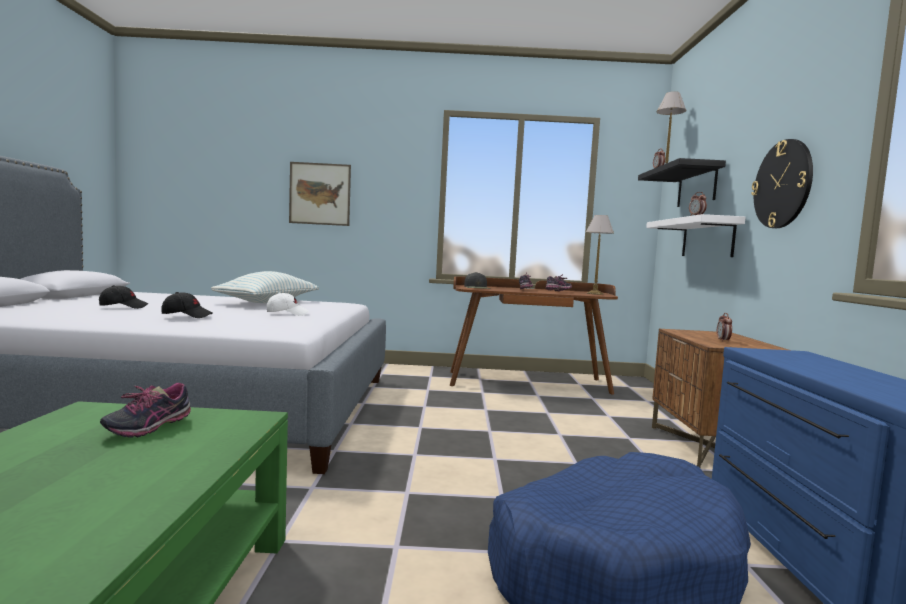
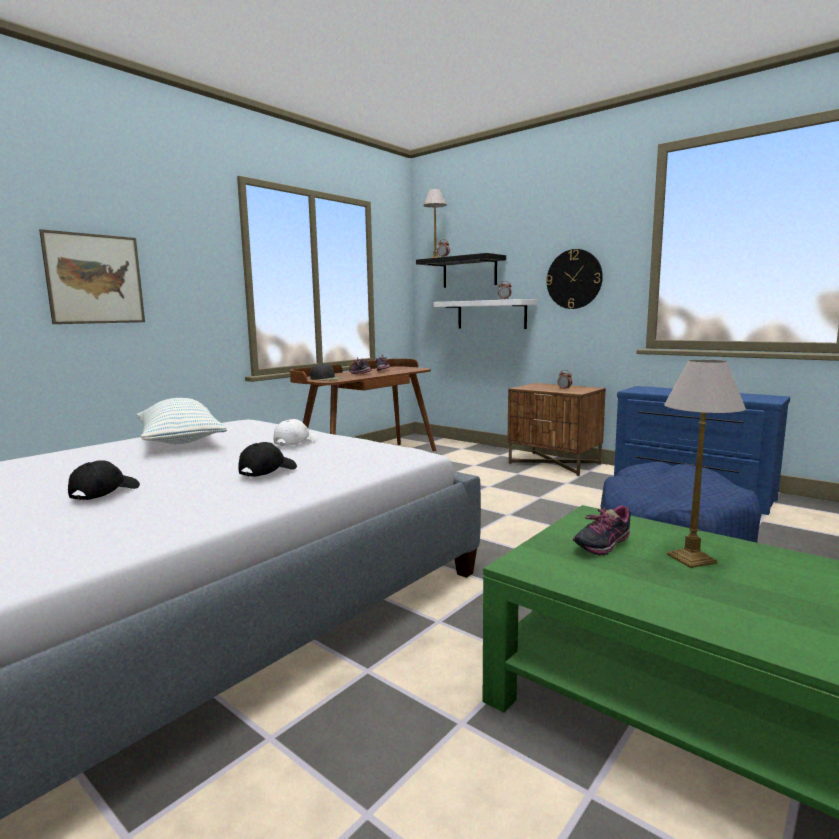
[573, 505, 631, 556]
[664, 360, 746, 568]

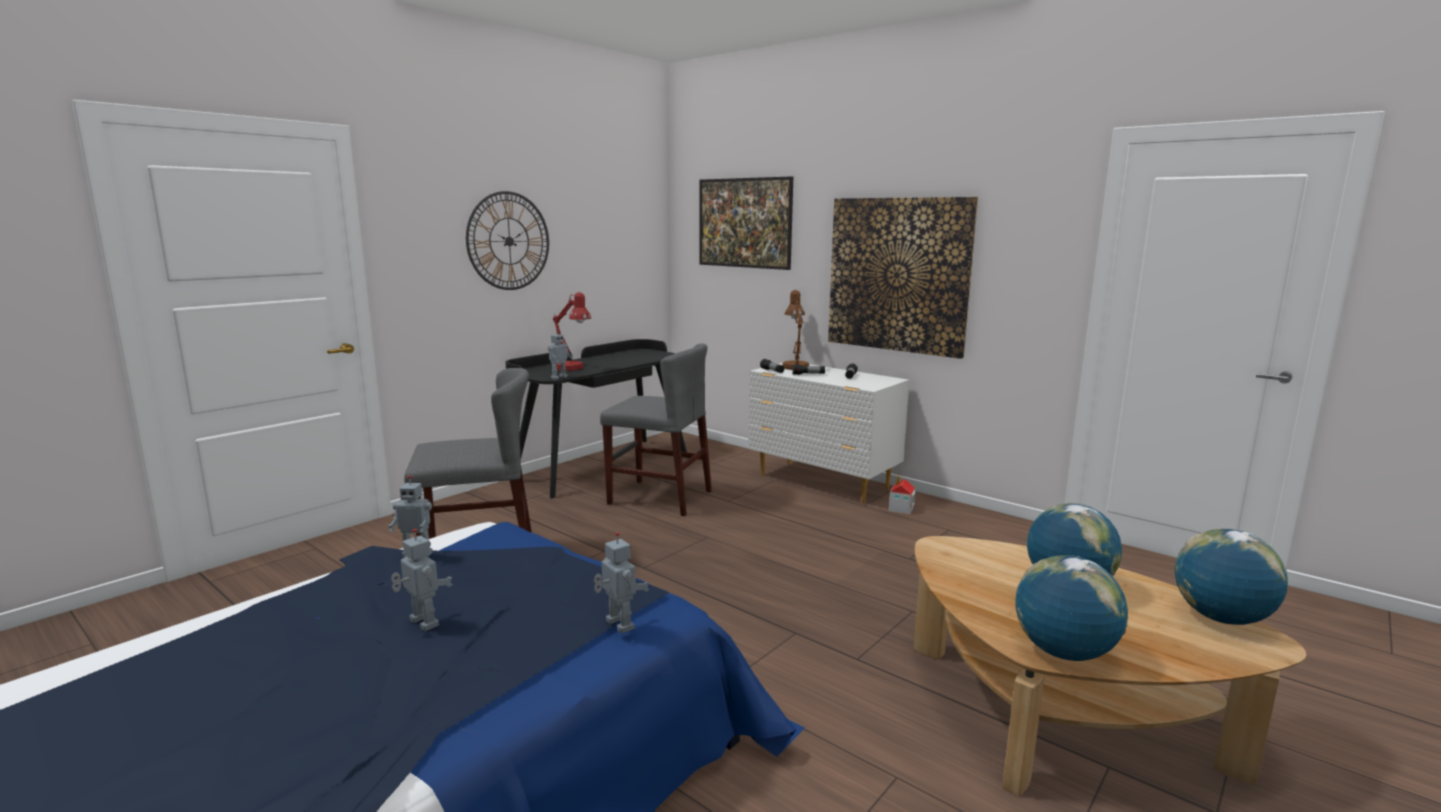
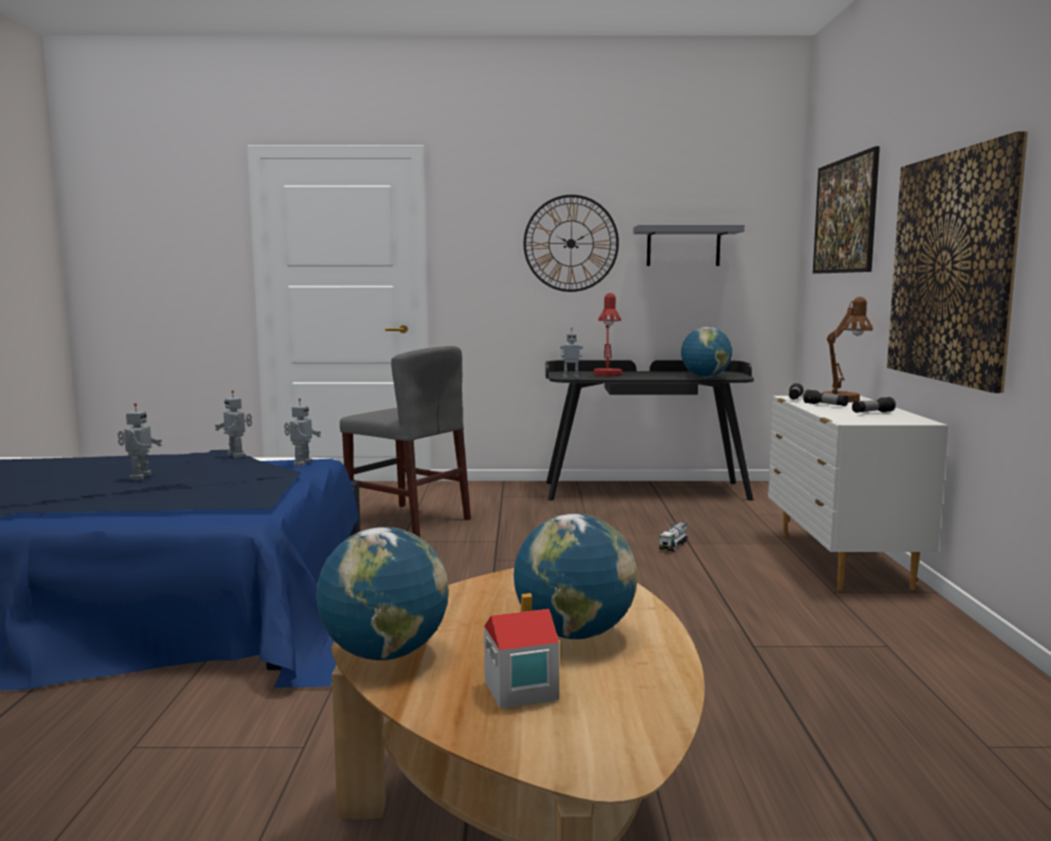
[284, 398, 321, 466]
[484, 593, 559, 709]
[633, 225, 745, 266]
[659, 521, 688, 552]
[681, 327, 732, 377]
[600, 344, 712, 516] (first image)

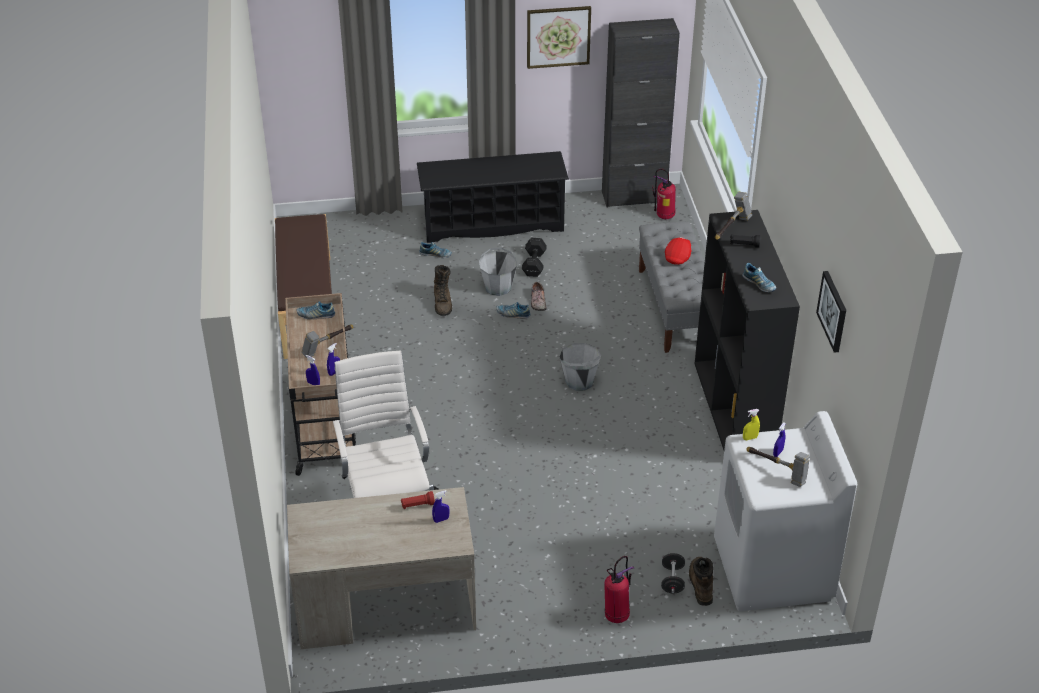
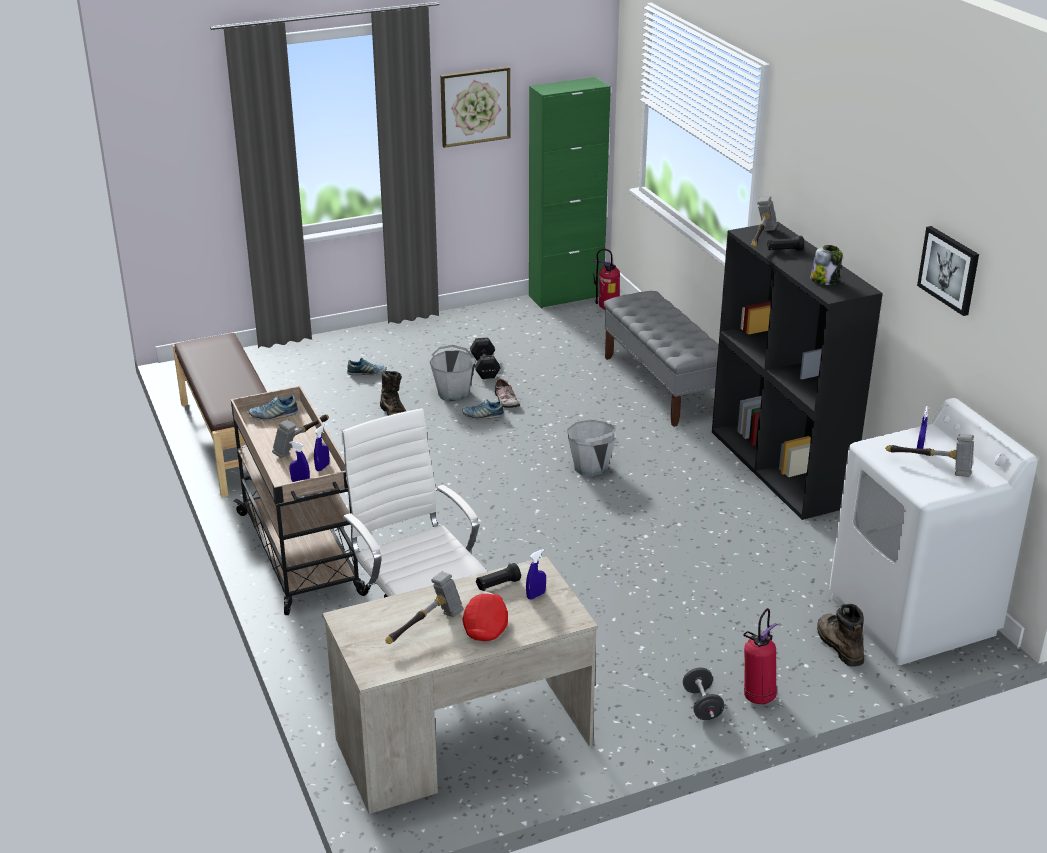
[385, 572, 464, 644]
[463, 592, 508, 641]
[476, 563, 521, 591]
[529, 77, 611, 309]
[683, 668, 725, 720]
[811, 245, 843, 285]
[417, 151, 569, 243] (first image)
[743, 409, 760, 440] (first image)

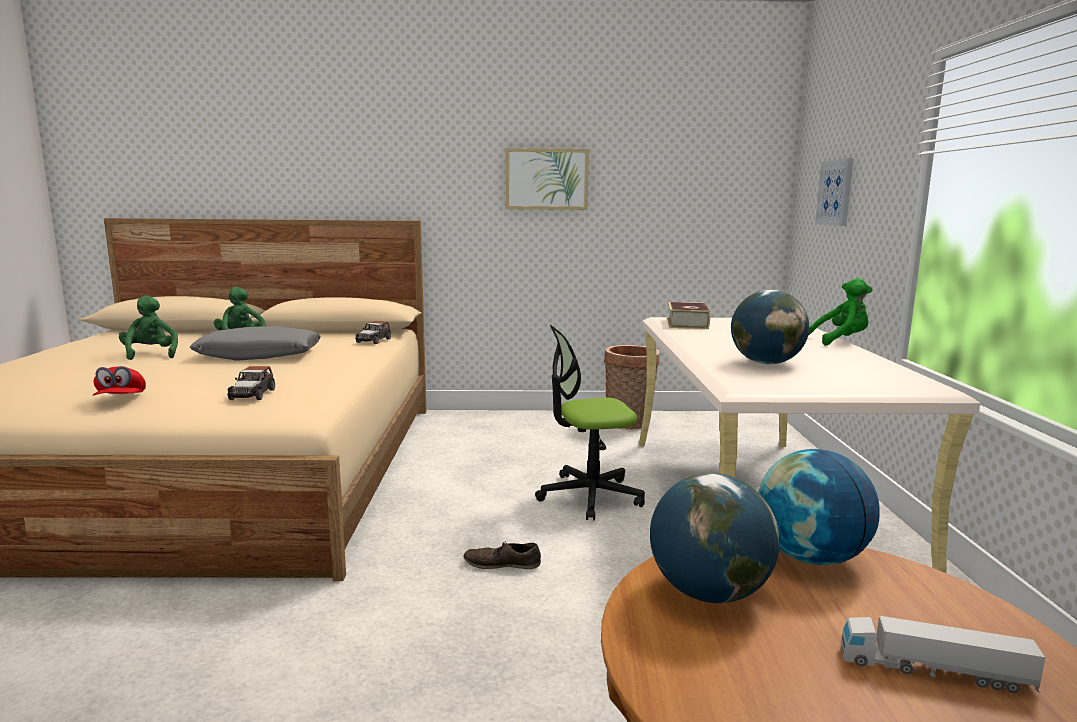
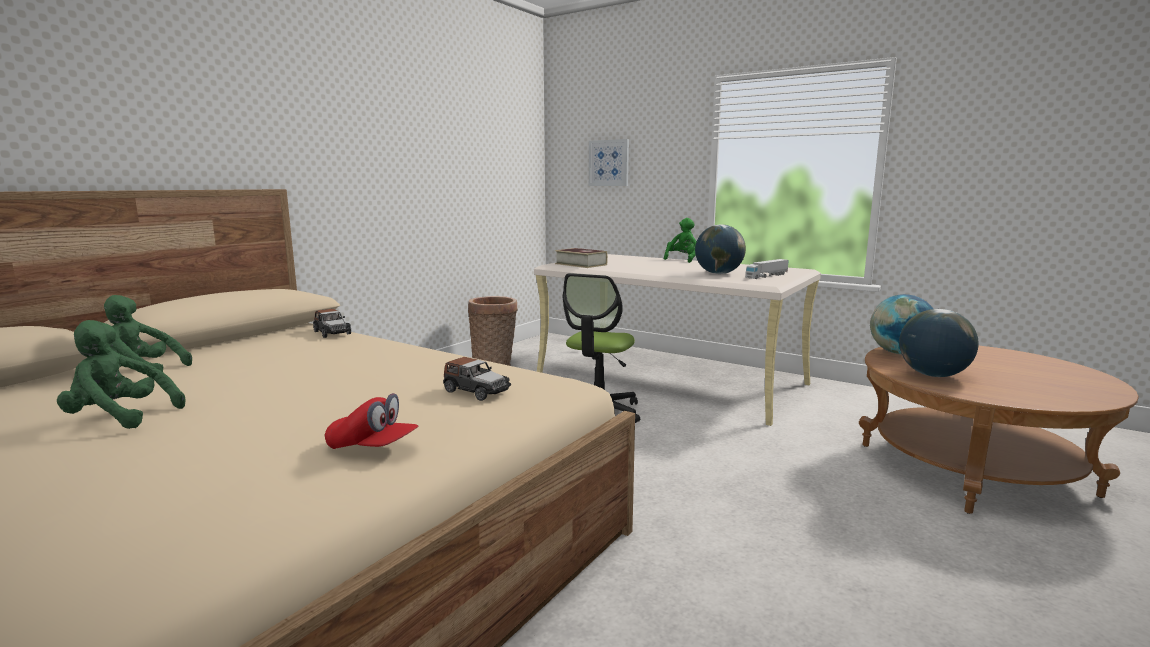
[745, 259, 789, 279]
[190, 326, 321, 361] (first image)
[463, 541, 541, 569] (first image)
[505, 148, 589, 210] (first image)

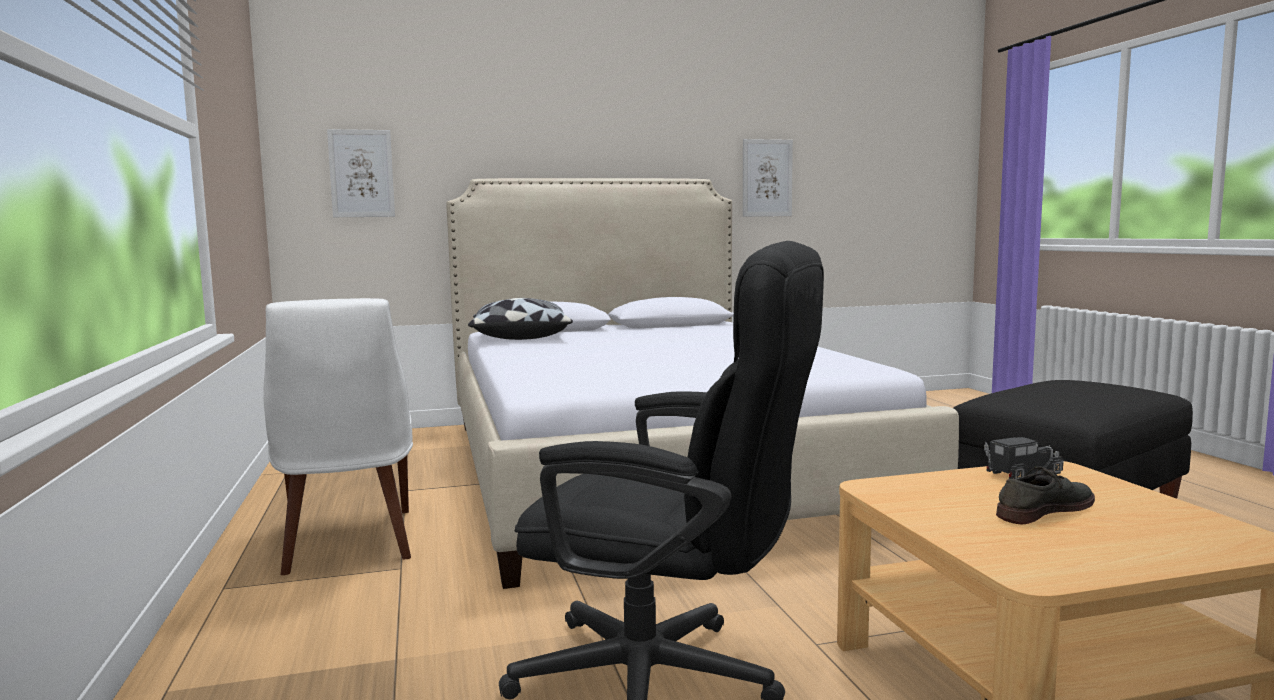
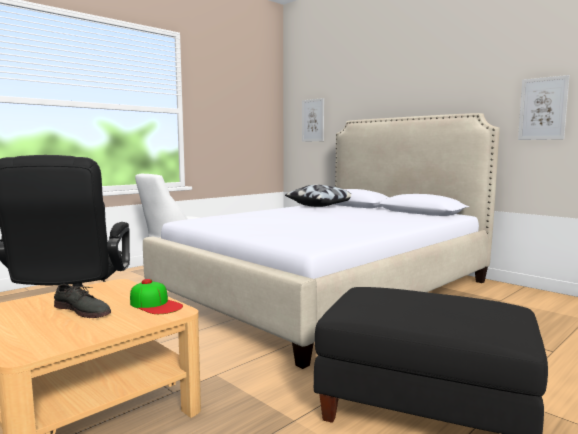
[130, 279, 183, 314]

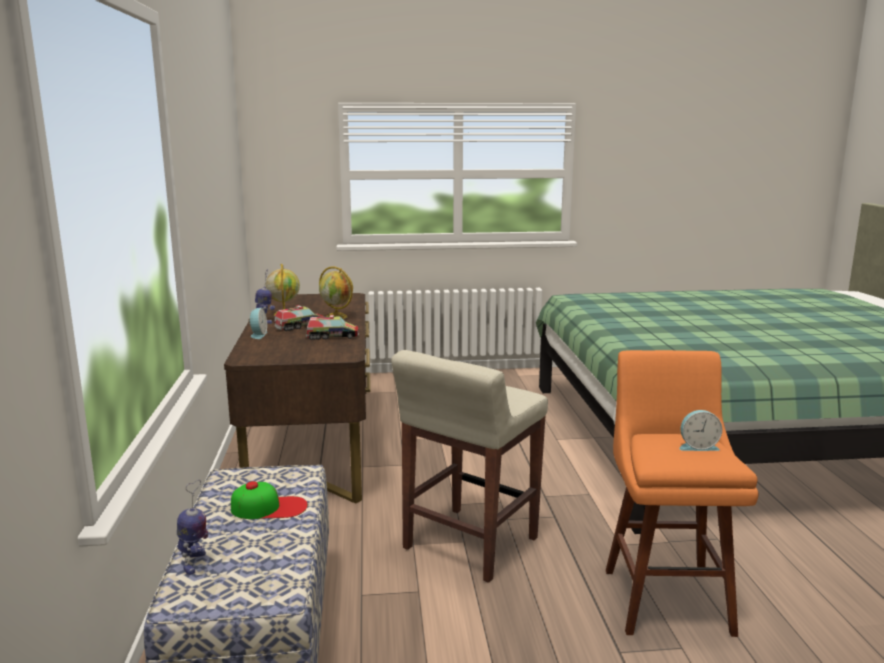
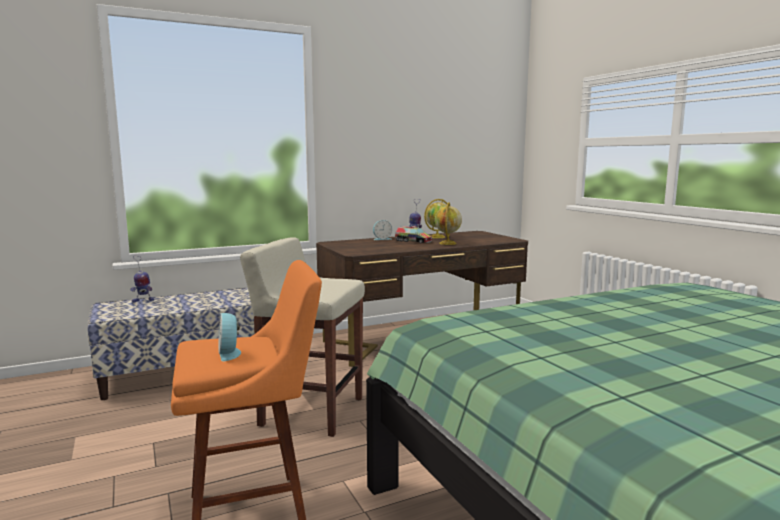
[231, 481, 308, 519] (first image)
[306, 315, 359, 340] (first image)

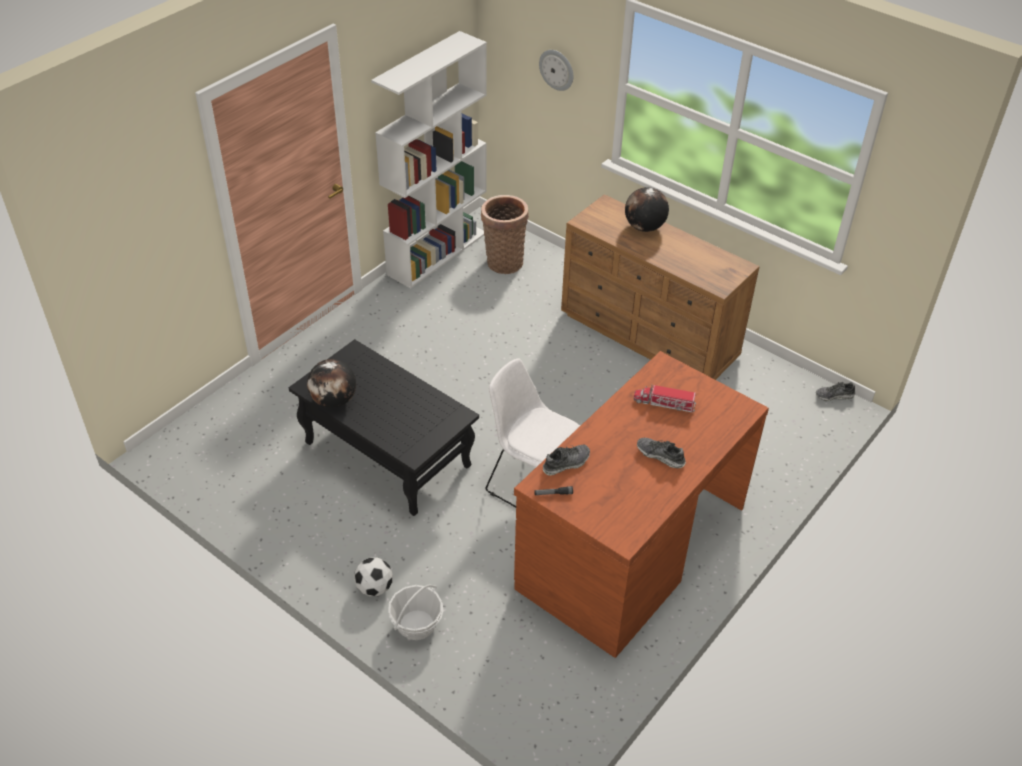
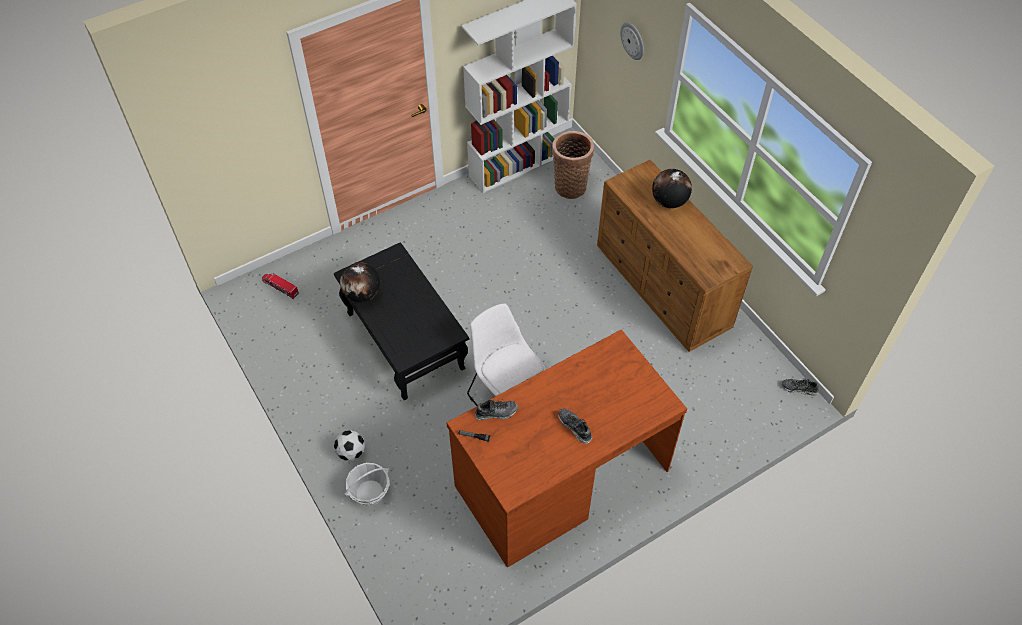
[262, 273, 299, 299]

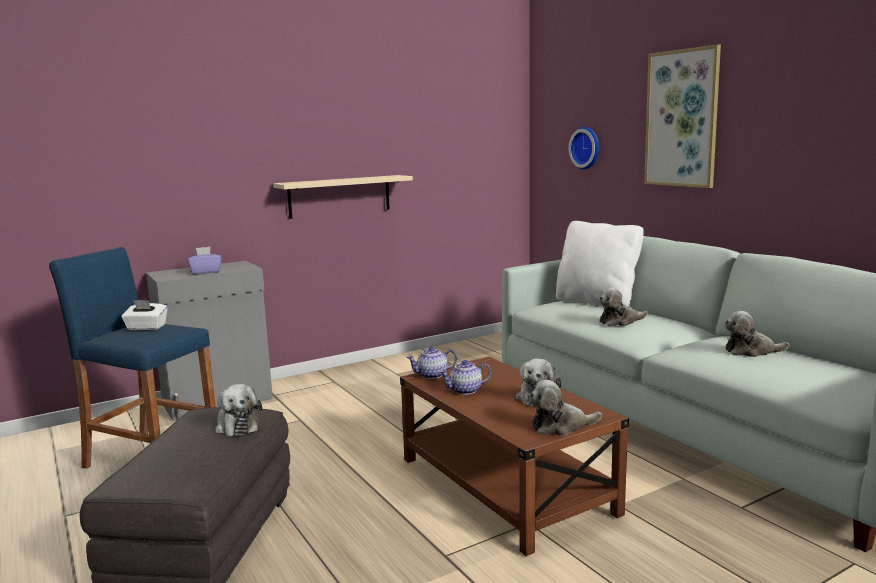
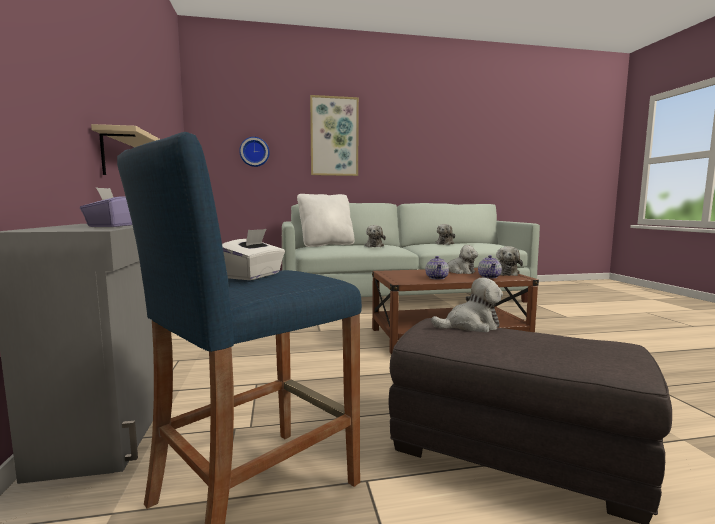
[478, 255, 502, 278]

